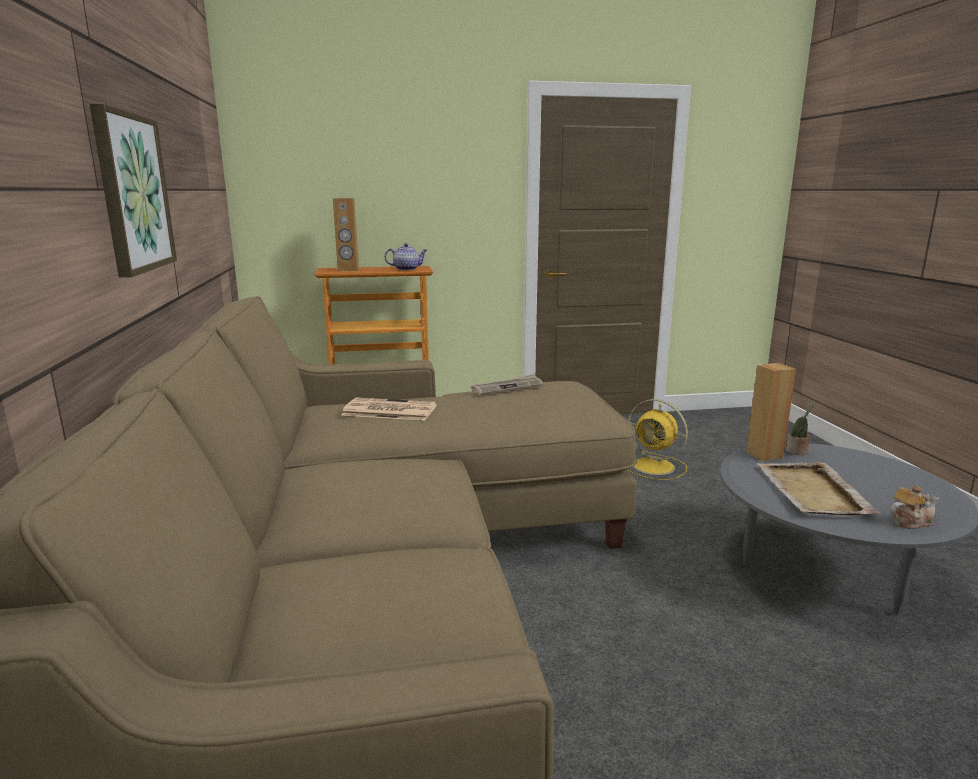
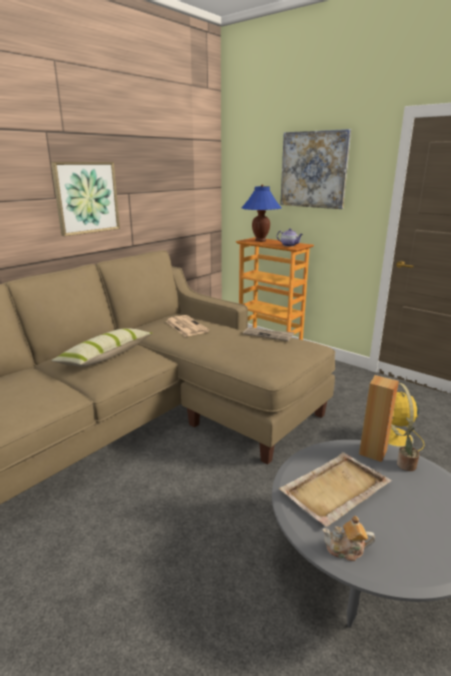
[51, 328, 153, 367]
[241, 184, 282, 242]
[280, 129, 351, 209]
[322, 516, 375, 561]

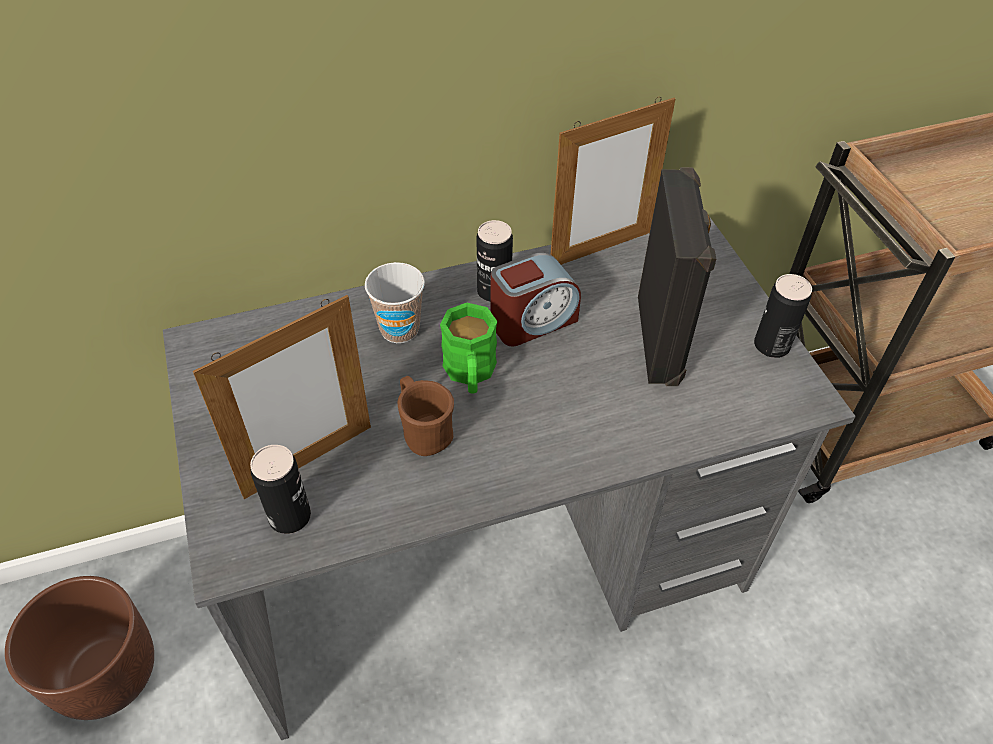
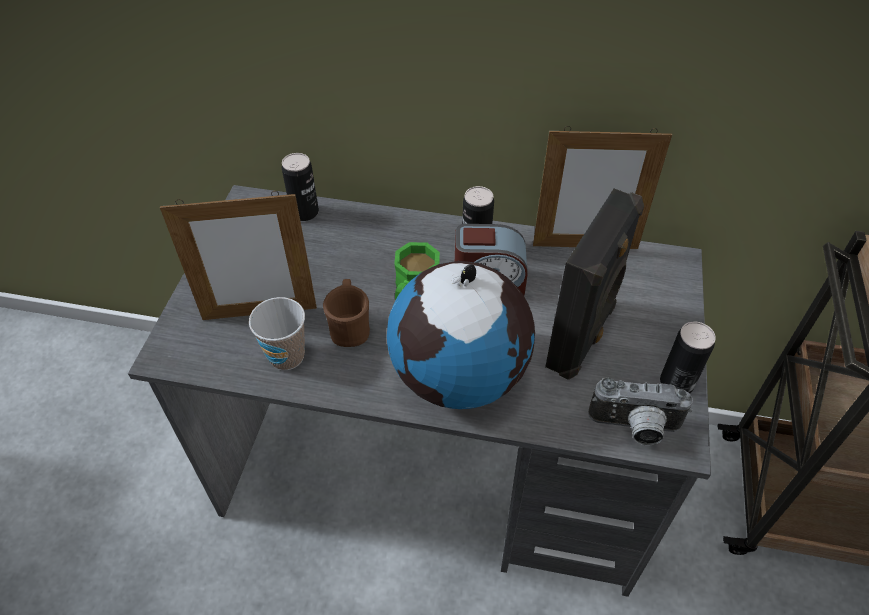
[249, 297, 305, 370]
[282, 153, 319, 221]
[387, 261, 535, 409]
[588, 378, 693, 445]
[5, 576, 154, 720] (first image)

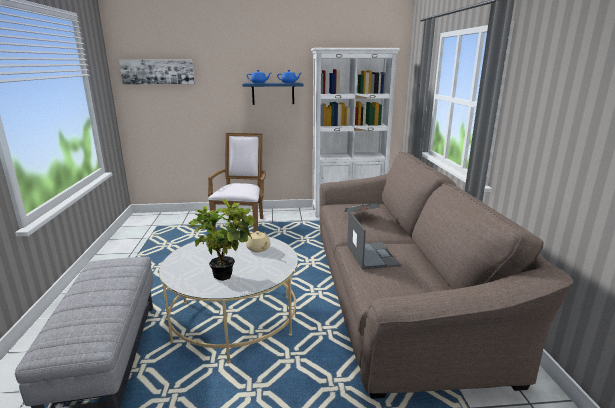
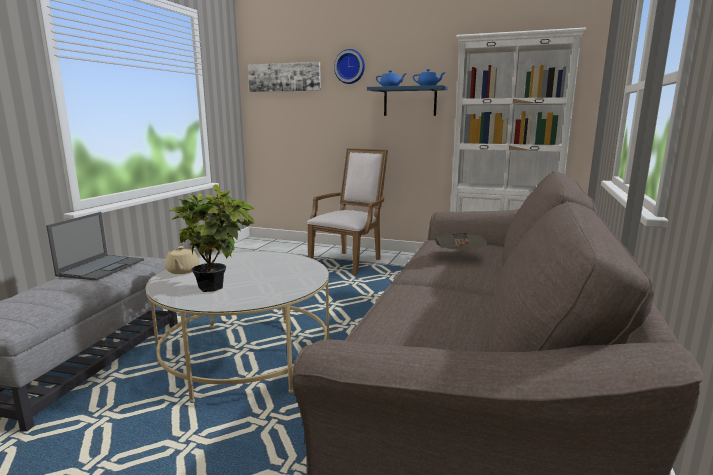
[46, 212, 144, 281]
[165, 246, 199, 274]
[334, 49, 365, 84]

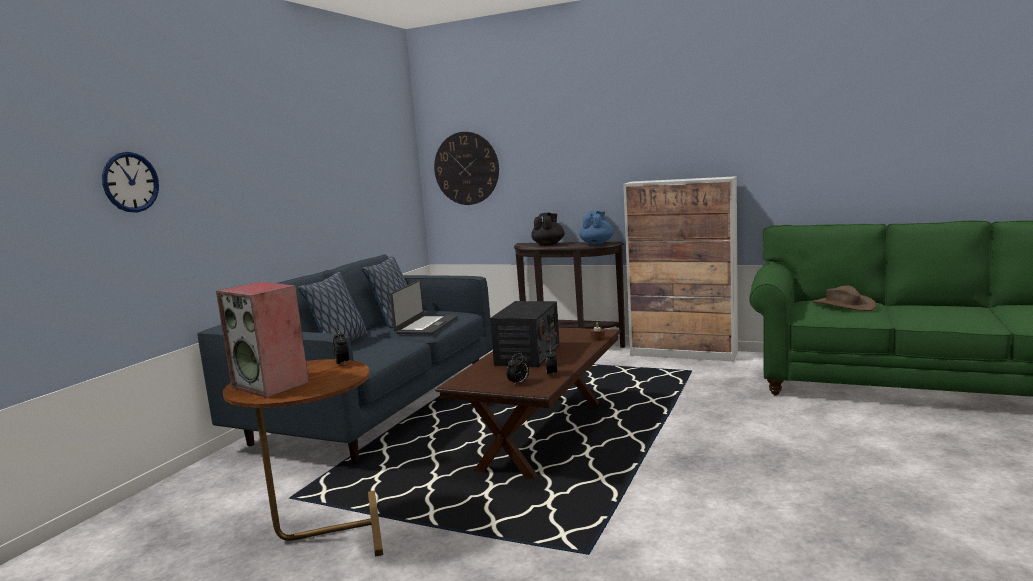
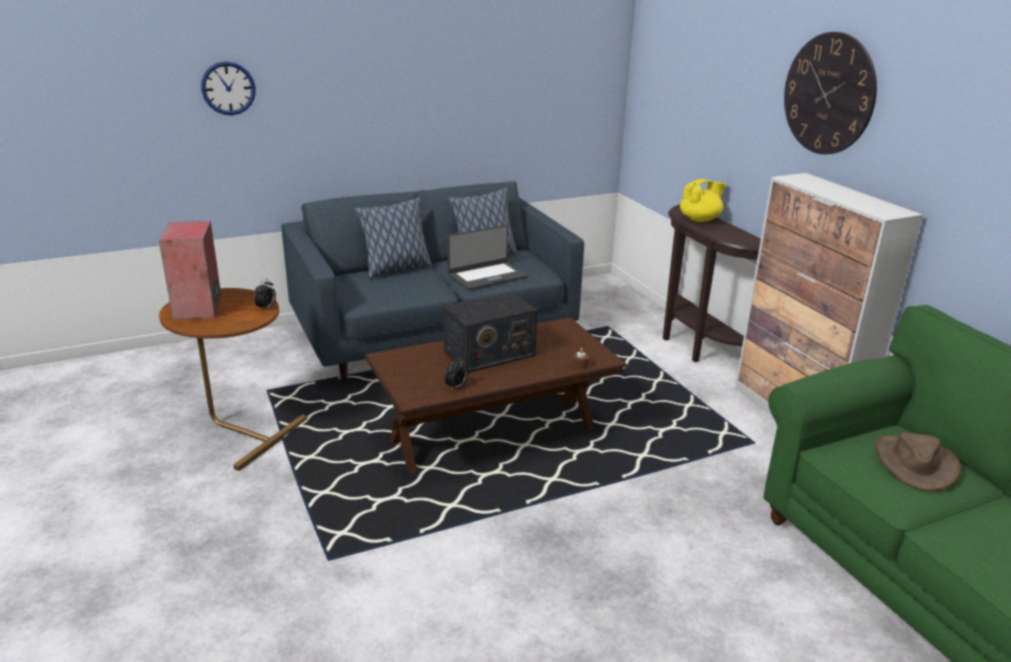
[680, 179, 726, 222]
[784, 32, 877, 154]
[506, 353, 529, 385] (first image)
[579, 211, 614, 245] (first image)

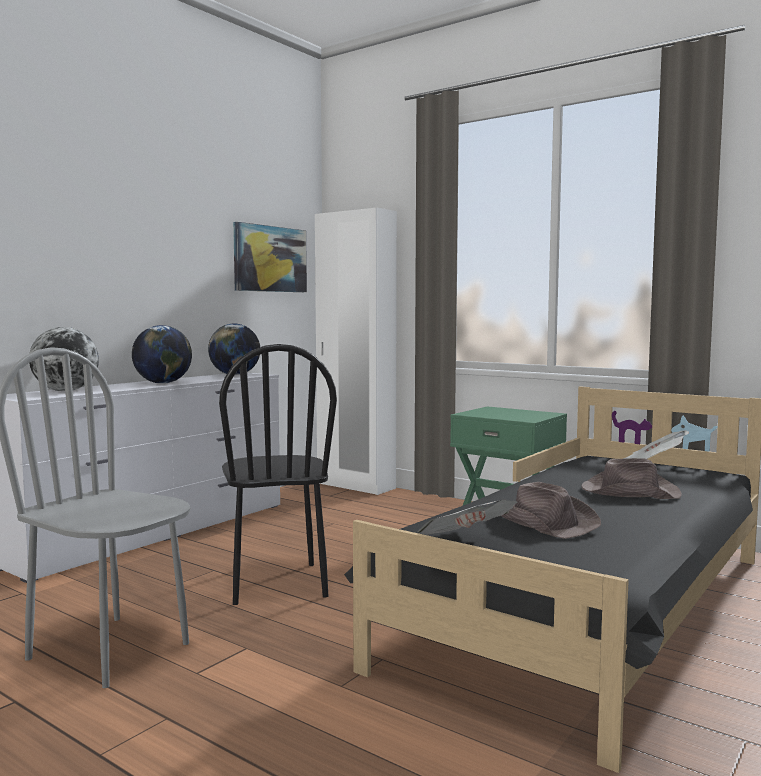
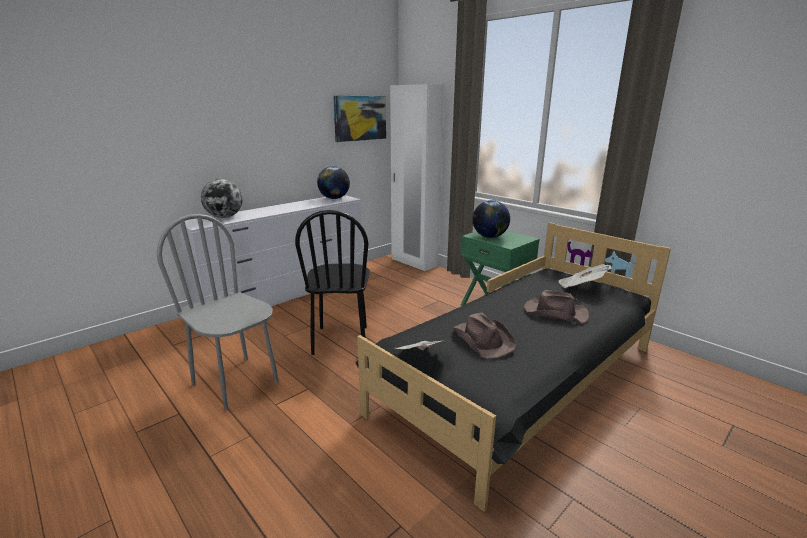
[472, 200, 510, 238]

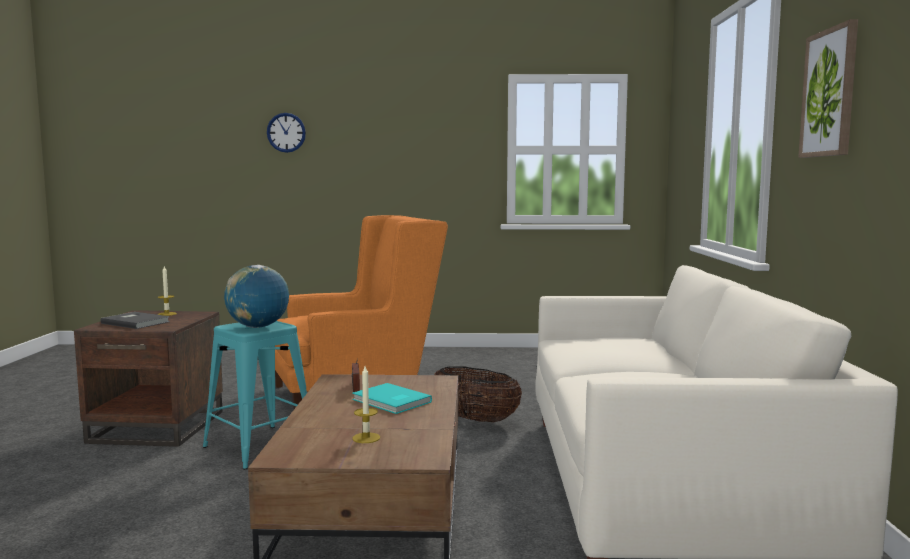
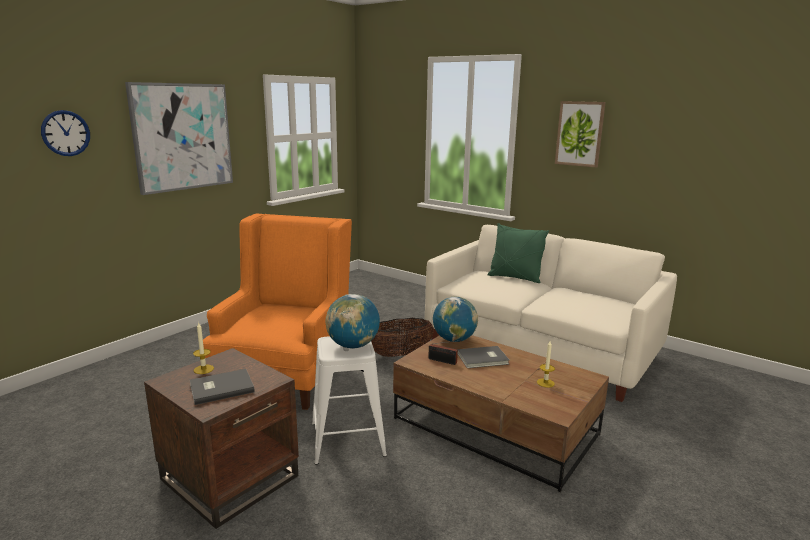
[125, 82, 233, 195]
[312, 336, 387, 465]
[433, 297, 478, 342]
[457, 346, 509, 368]
[488, 223, 549, 283]

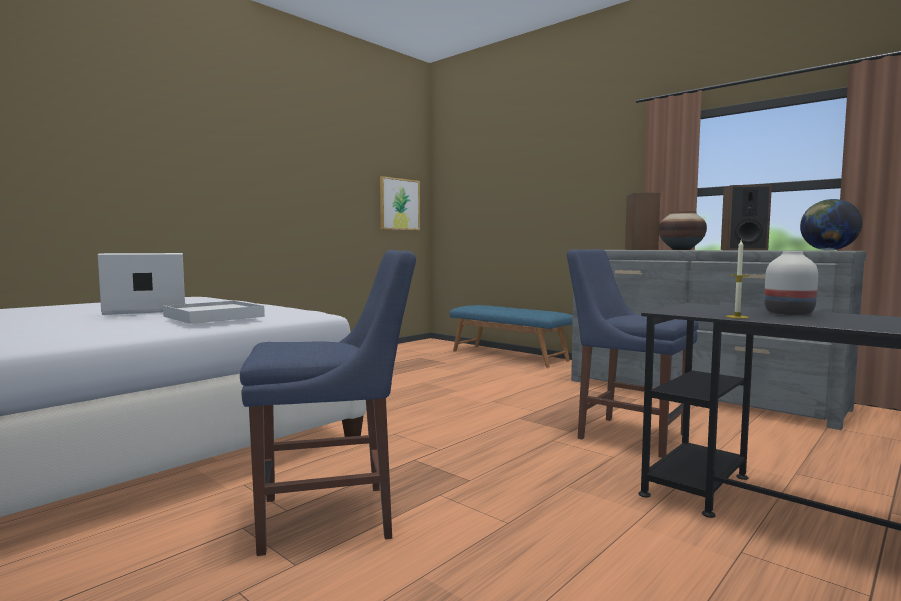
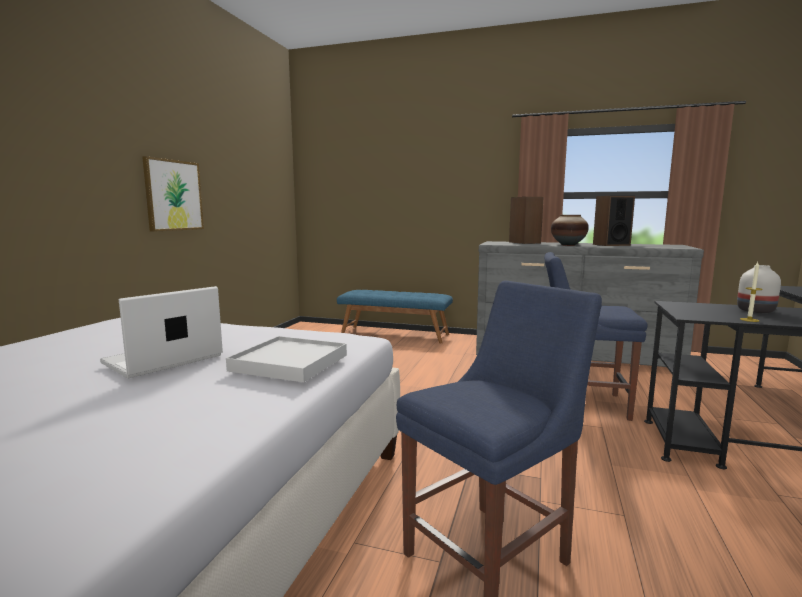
[142, 156, 204, 232]
[800, 199, 862, 250] (first image)

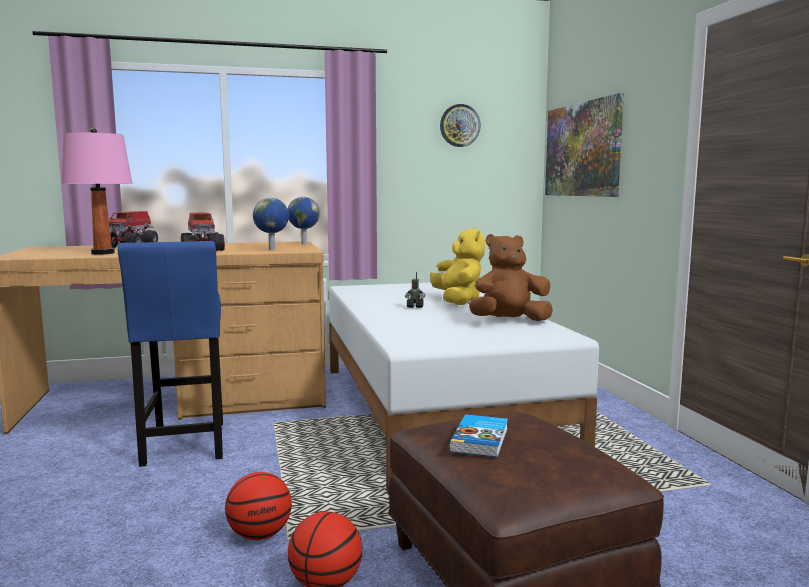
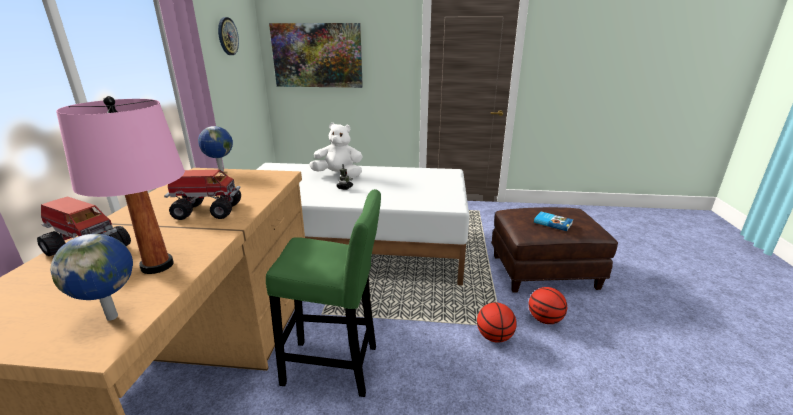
[50, 234, 133, 321]
[266, 189, 381, 397]
[309, 123, 363, 178]
[469, 234, 553, 321] (first image)

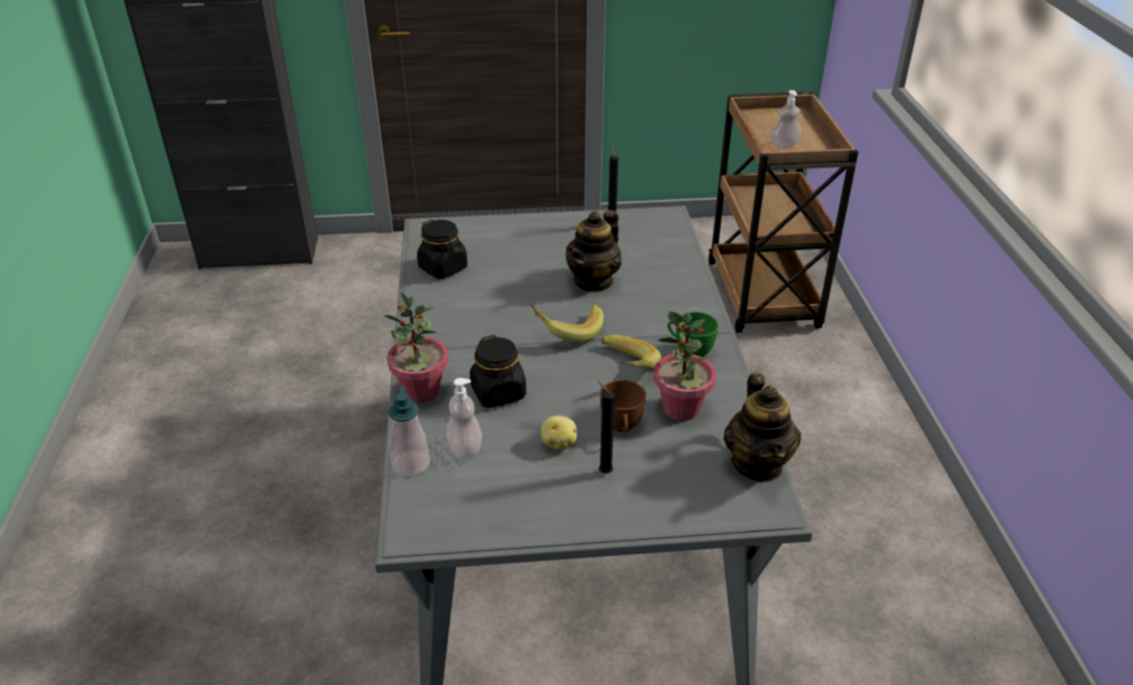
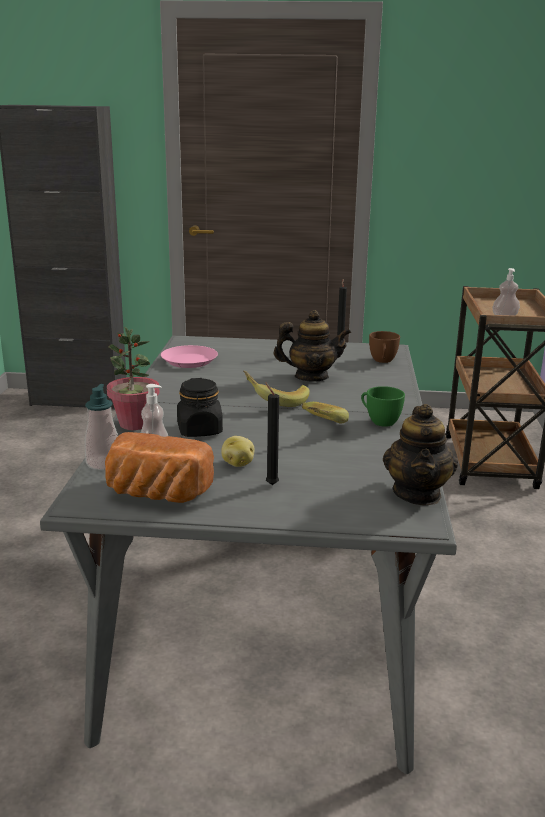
[105, 432, 214, 503]
[161, 345, 218, 368]
[274, 310, 351, 382]
[369, 331, 400, 363]
[654, 311, 716, 421] (first image)

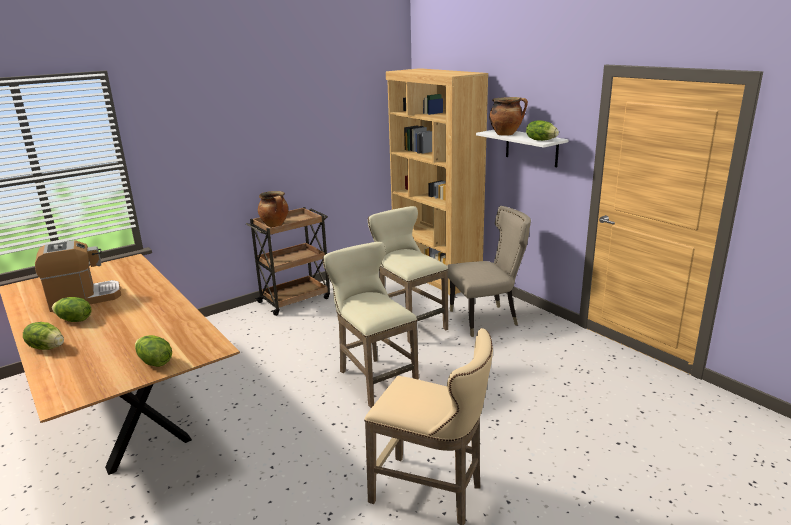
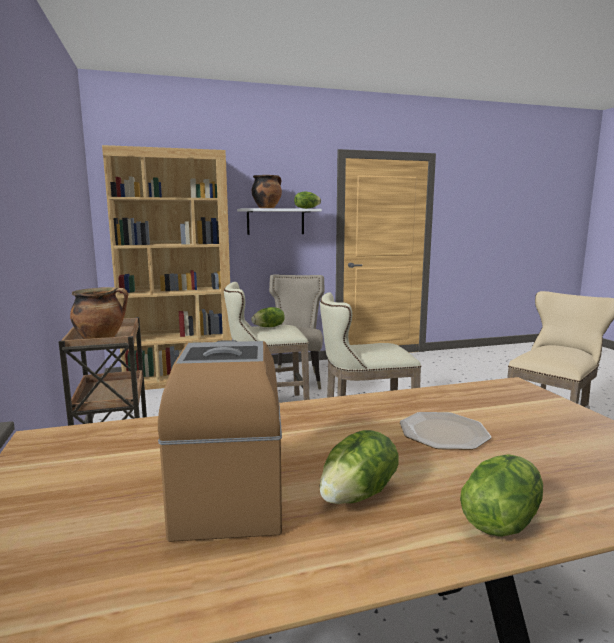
[251, 307, 285, 327]
[400, 412, 491, 450]

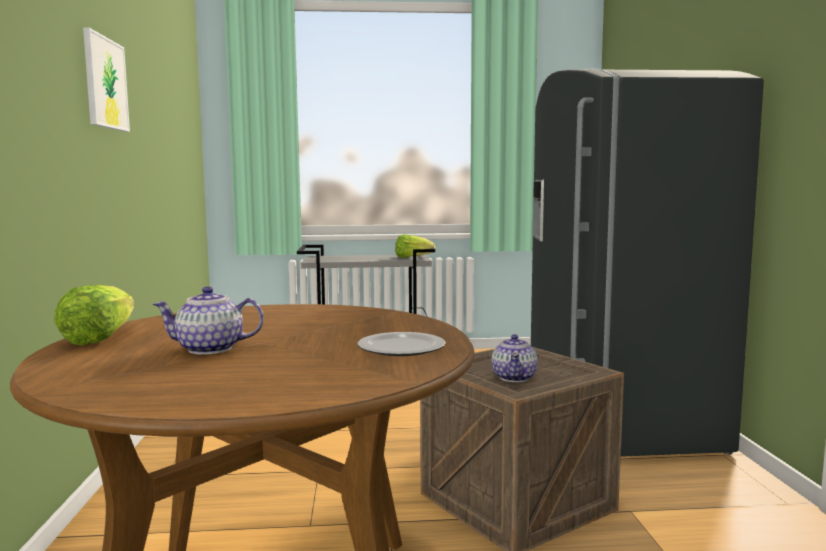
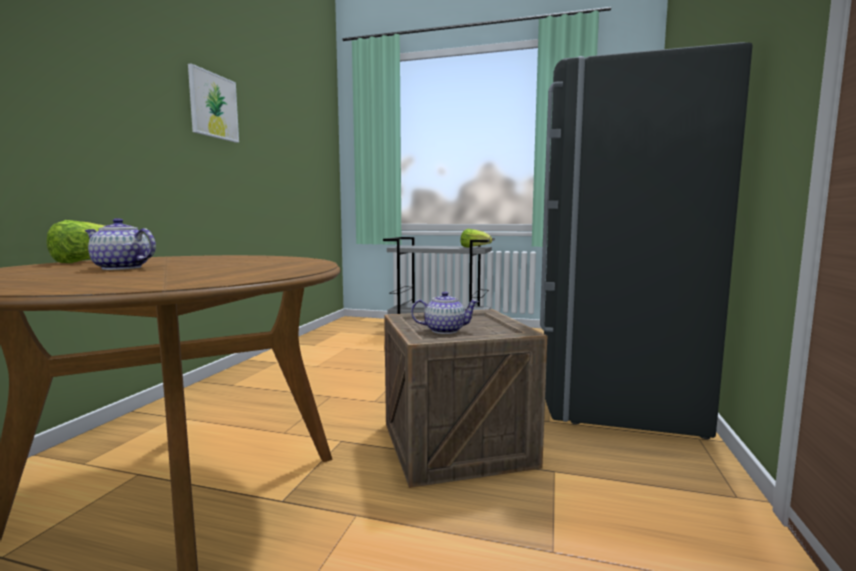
[411, 291, 479, 334]
[358, 332, 446, 356] (first image)

